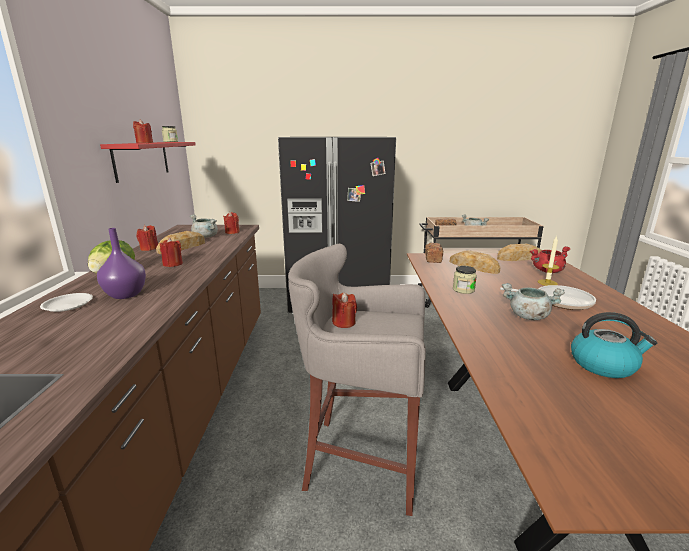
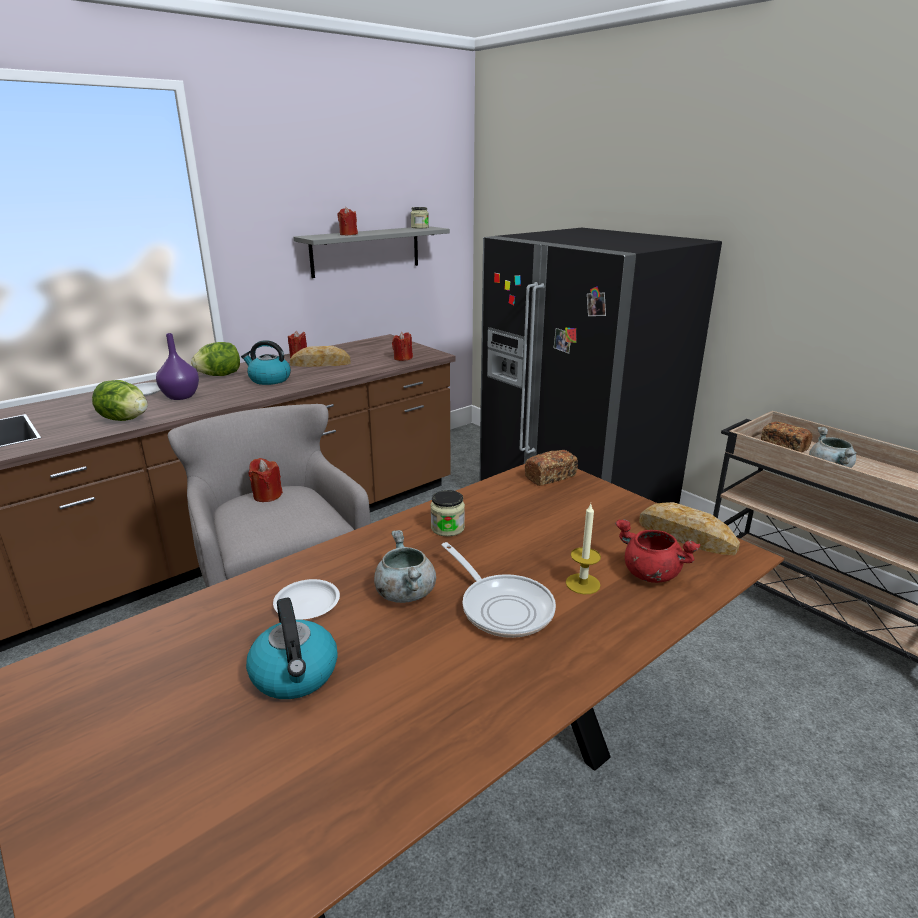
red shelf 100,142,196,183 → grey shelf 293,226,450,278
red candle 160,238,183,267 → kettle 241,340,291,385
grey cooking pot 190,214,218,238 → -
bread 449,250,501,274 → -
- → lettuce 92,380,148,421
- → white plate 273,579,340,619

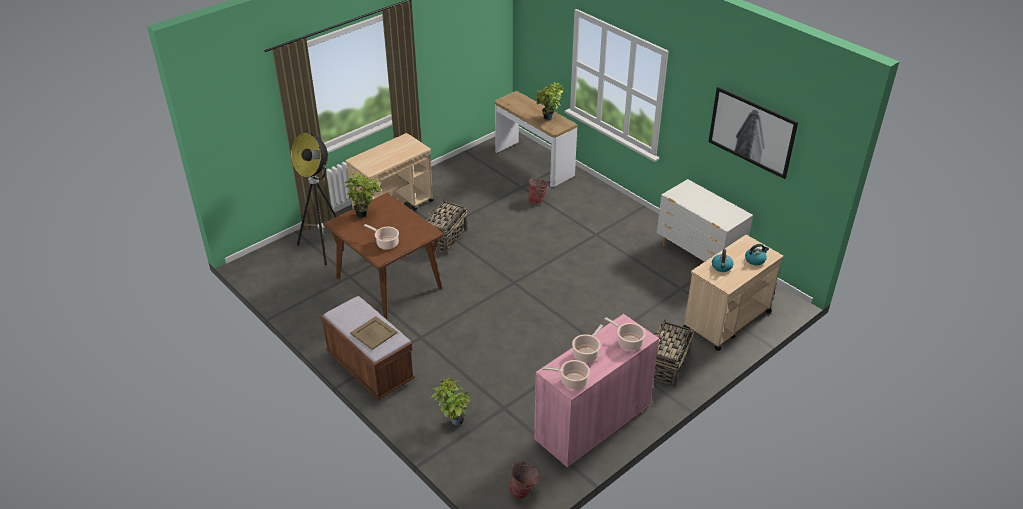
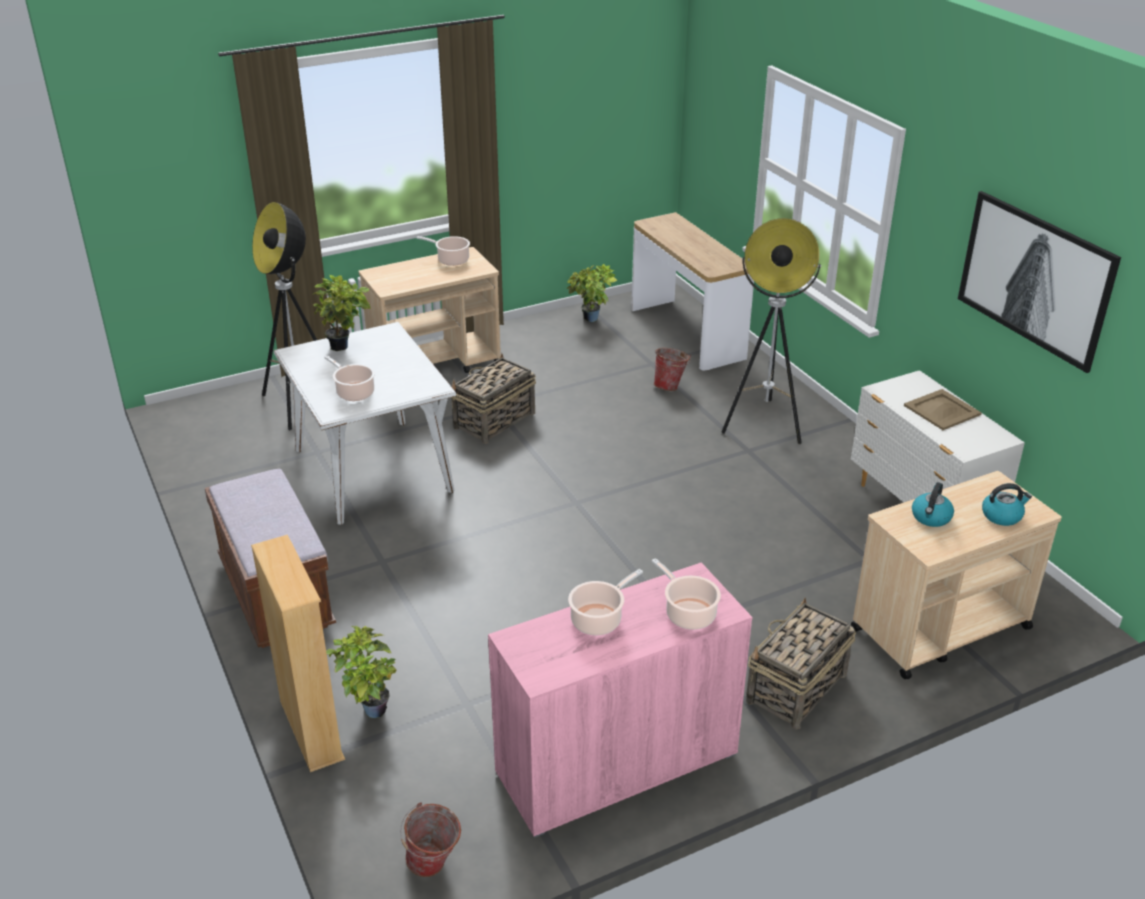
brown dining table 323,192,444,320 → white dining table 274,322,456,525
beige tray 350,316,398,350 → beige tray 904,389,982,430, shifted
potted plant 535,82,564,120 → potted plant 567,264,617,322, shifted
cooking pot 542,360,590,389 → cooking pot 417,236,470,266, shifted
- → beige bookcase 251,535,345,772
- → floor lamp 722,218,821,444

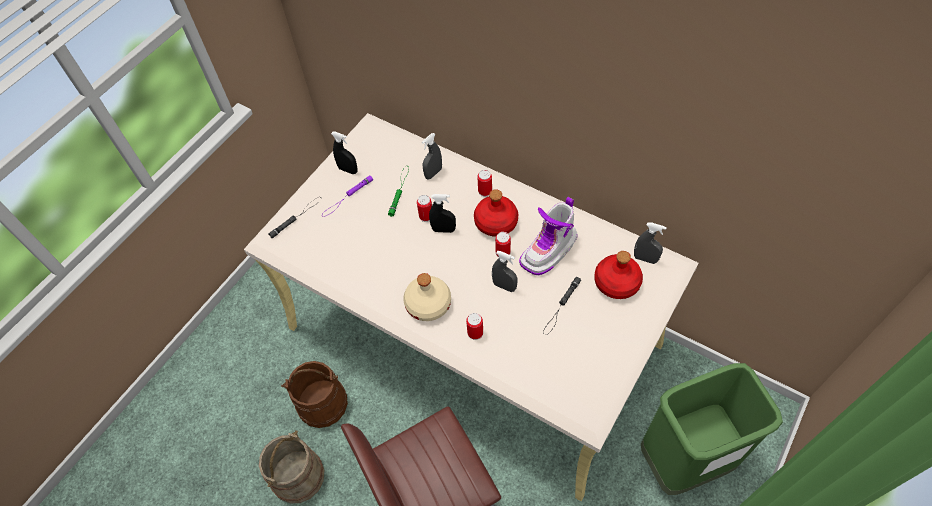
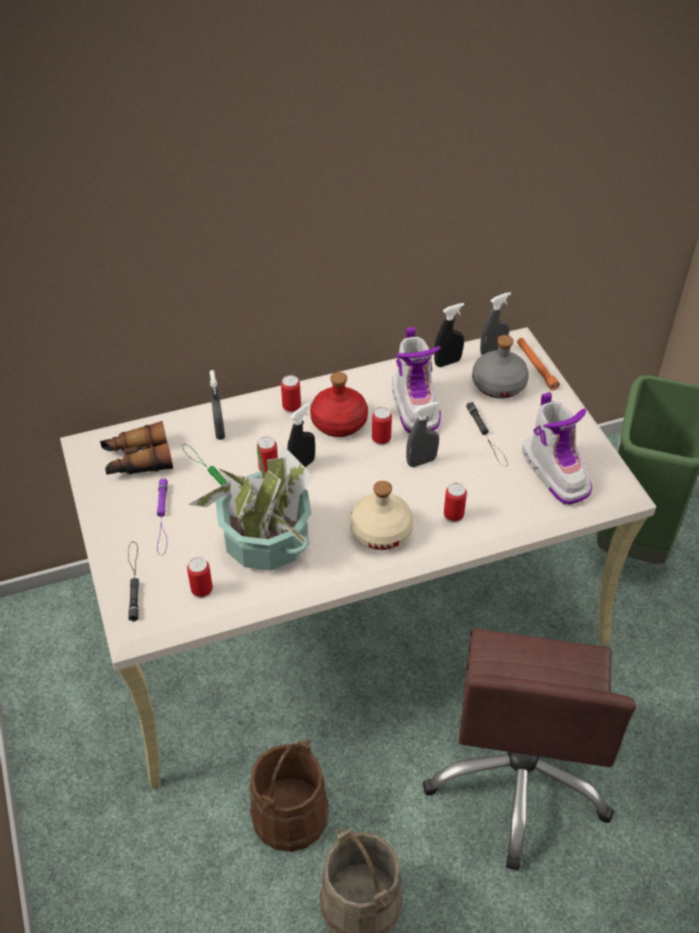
black spray bottle 331,131,358,174 → black spray bottle 434,303,464,367, shifted
red bottle 594,251,643,299 → grey bottle 472,335,529,399
- → binoculars 100,421,173,475
- → can 187,557,213,599
- → potted plant 188,441,314,570
- → orange flashlight 517,338,560,390
- → boot 522,392,592,505

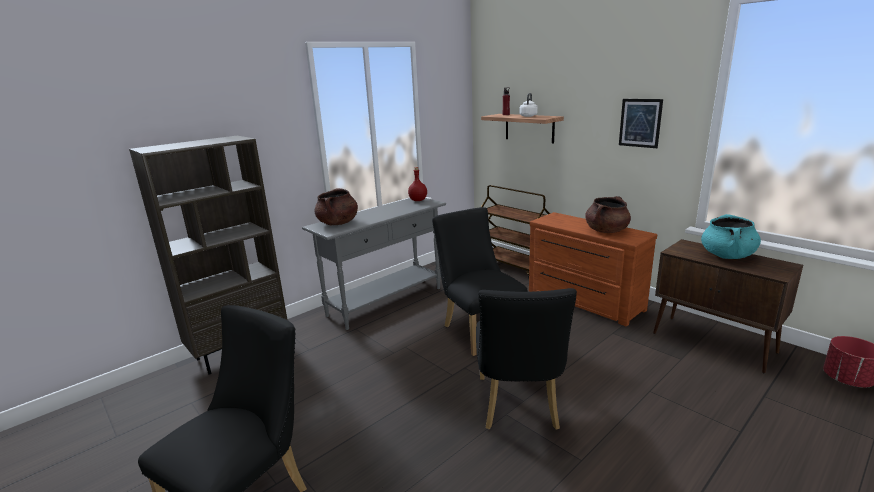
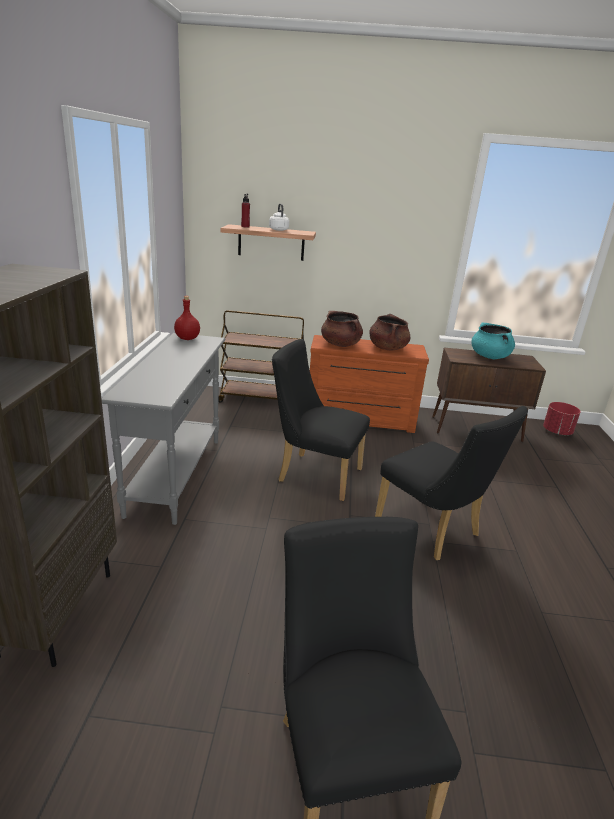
brown cooking pot 315,188,358,226 → brown cooking pot 321,311,363,347, shifted
picture 619,99,663,148 → -

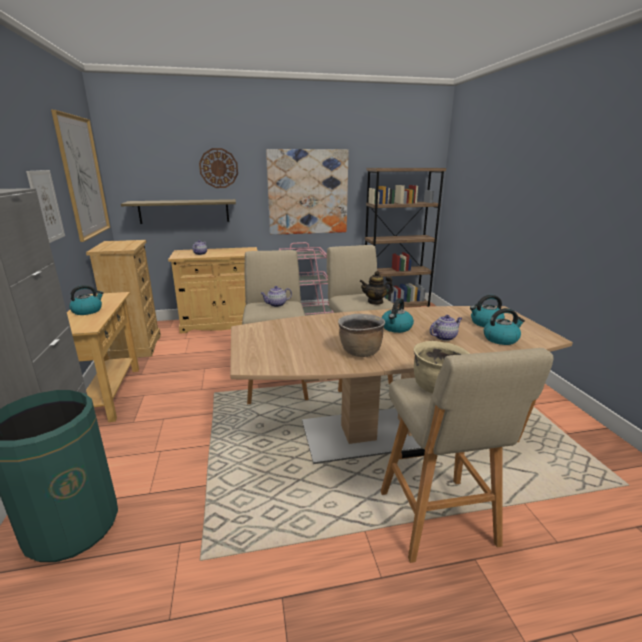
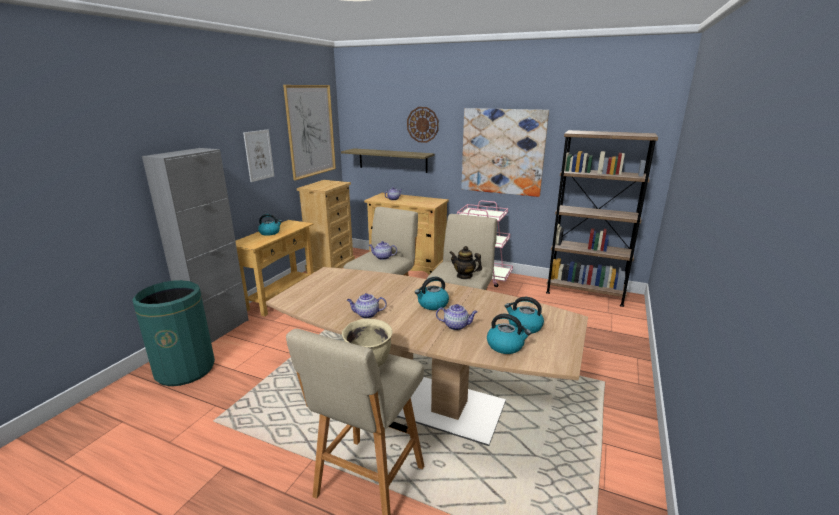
brown cooking pot 338,314,385,357 → teapot 347,293,387,319

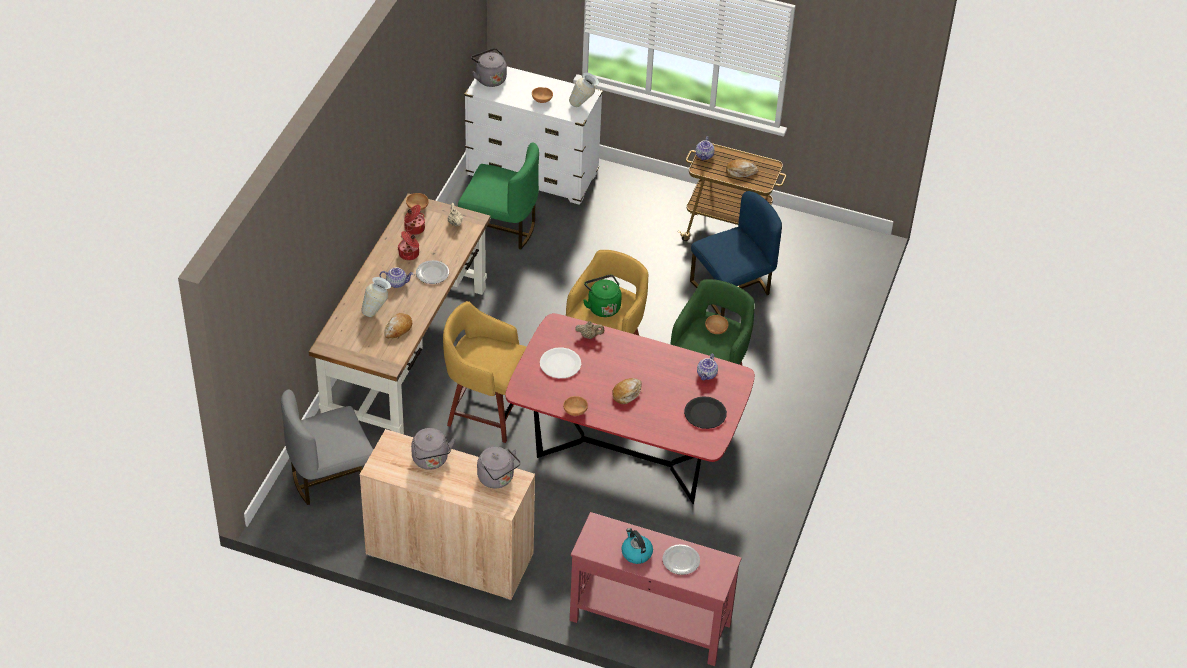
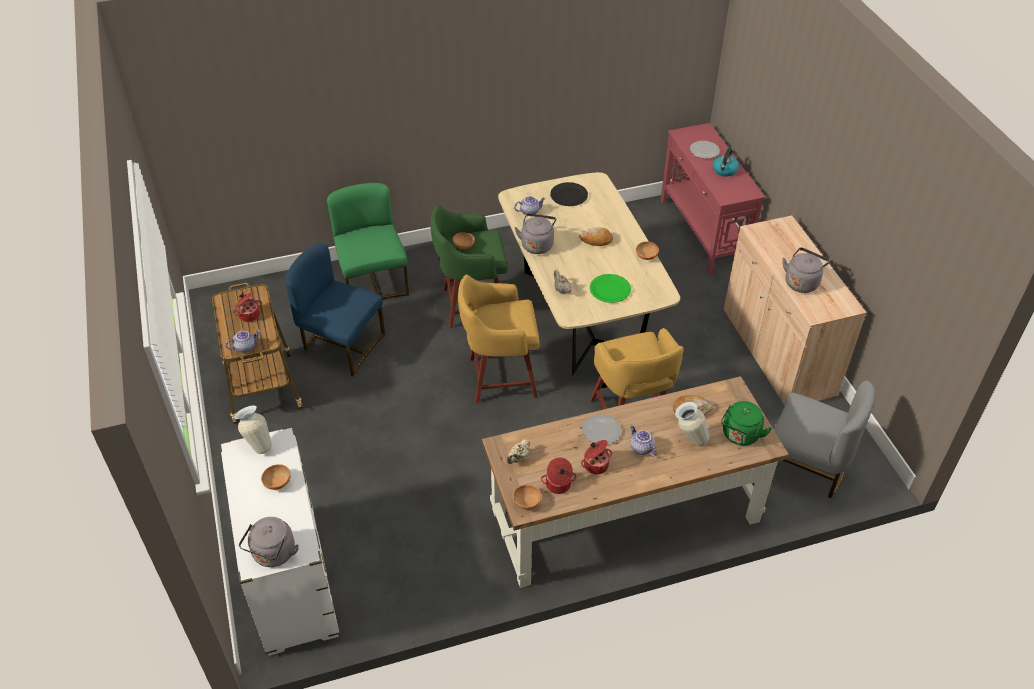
green chair 458,142,539,249 → green chair 327,183,409,300, shifted
grey kettle 477,447,521,488 → grey kettle 514,213,556,254, shifted
red dining table 505,313,755,504 → beige dining table 498,172,680,375
white plate 540,347,581,378 → green plate 590,274,631,303
green kettle 583,275,622,317 → green kettle 721,401,772,446, shifted
bread 726,159,759,177 → cooking pot 233,291,262,322

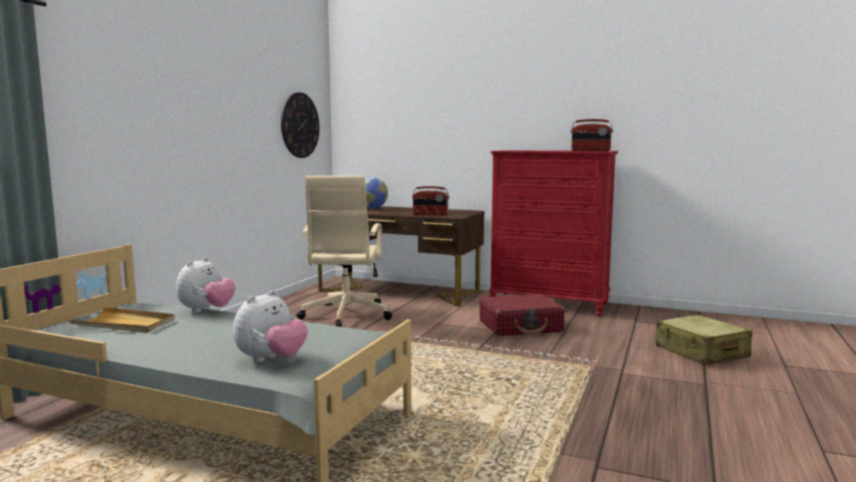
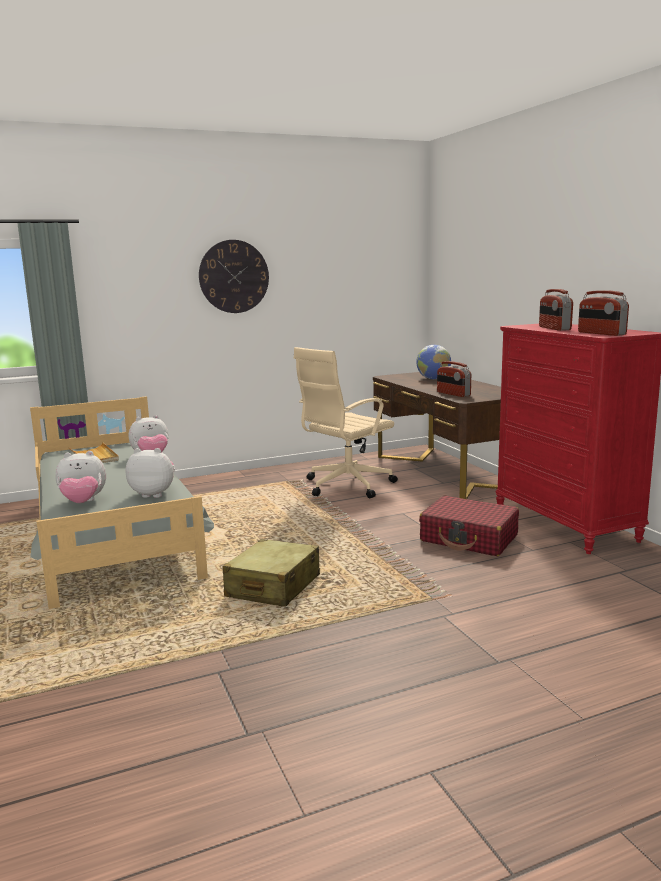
wall clock 281,92,320,158 → wall clock 199,240,269,313, shifted
beige suitcase 656,314,752,365 → beige suitcase 222,539,320,607, shifted
- → plush toy 126,448,175,498
- → radio 539,289,573,331

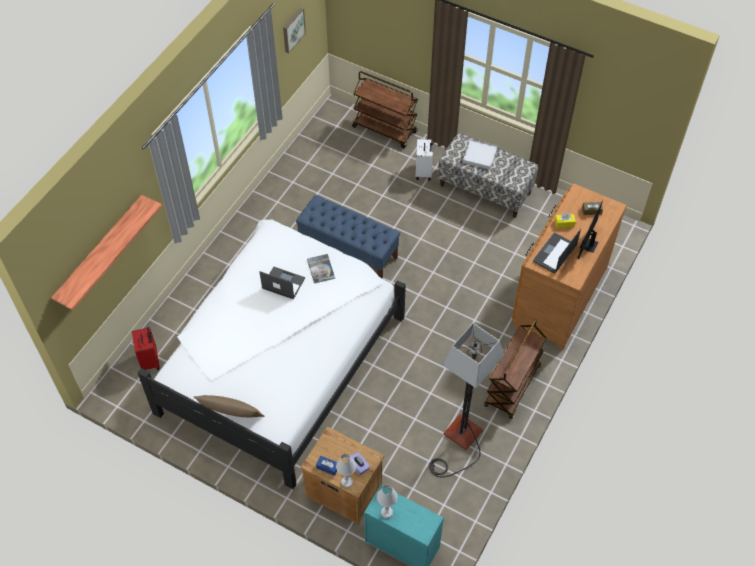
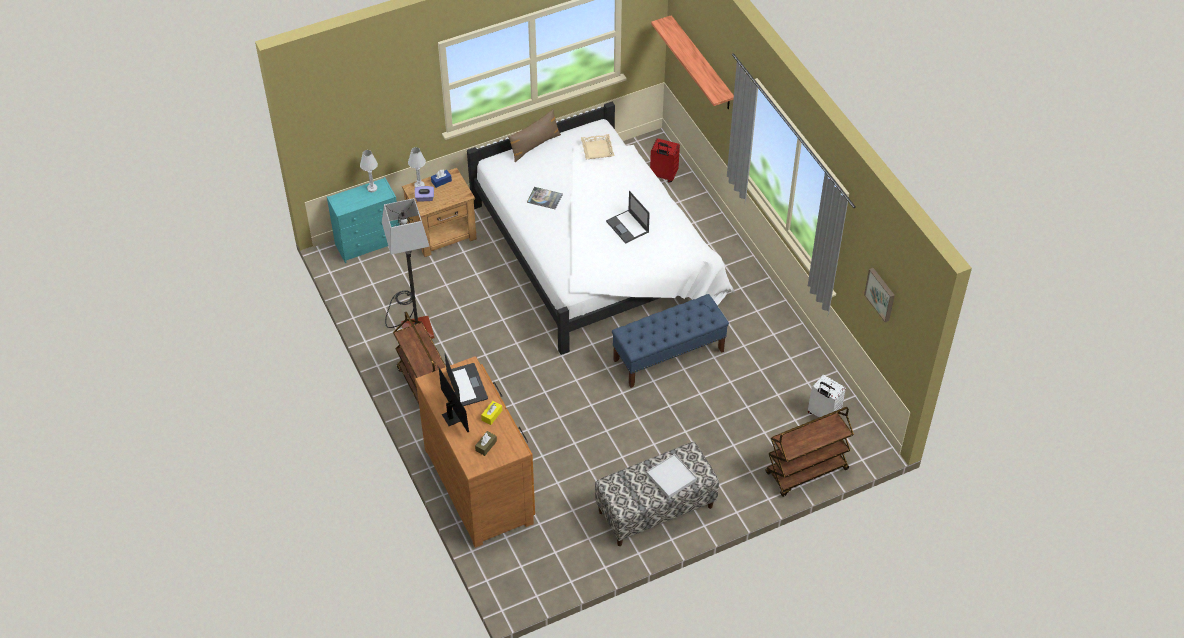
laptop 259,267,305,299 → laptop 606,191,650,244, 90 degrees clockwise
book 307,254,335,283 → book 527,187,563,209, shifted
white suitcase 416,137,433,181 → white suitcase 808,375,846,417, shifted
- → beige tray 581,134,614,159

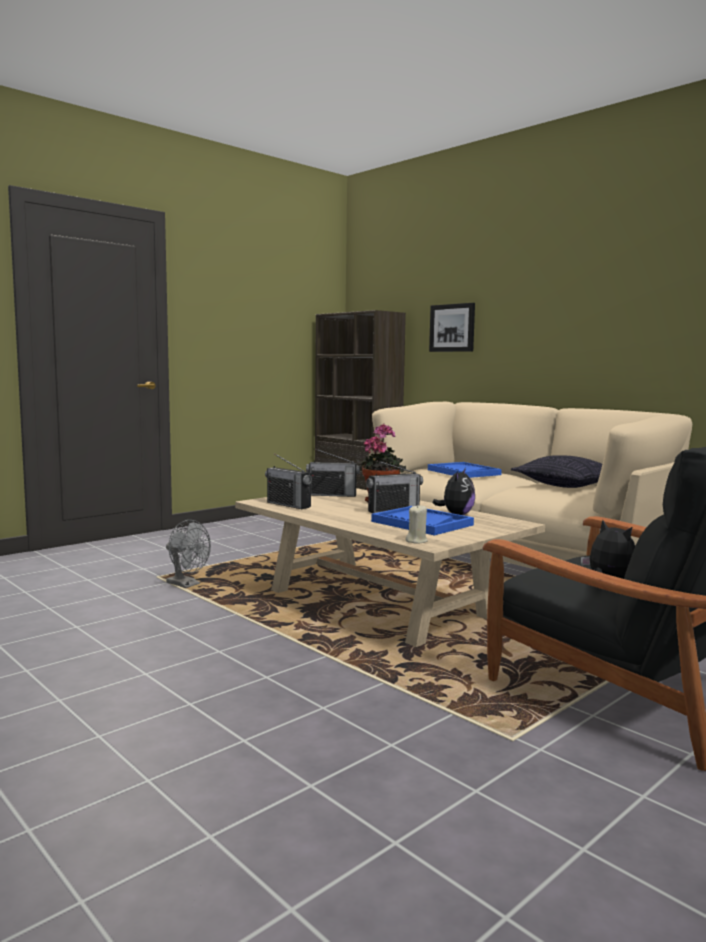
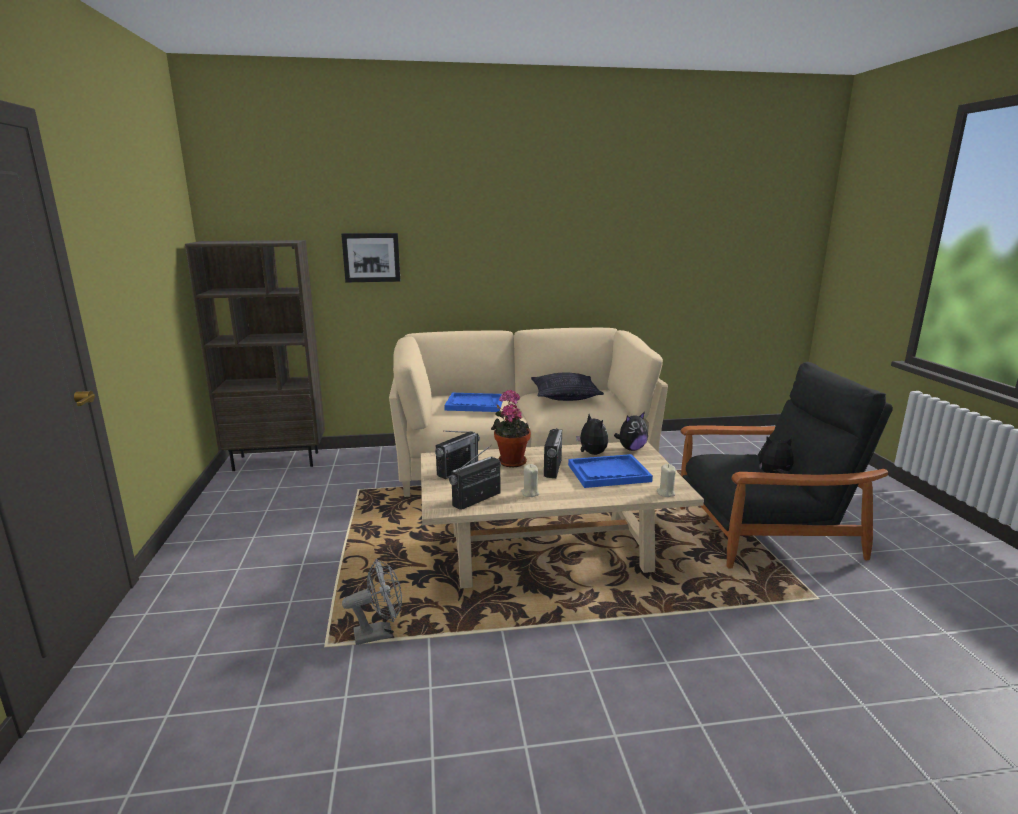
radio 265,453,312,509 → radio 449,445,501,510, 150 degrees clockwise
- → beige candle 521,464,539,497
- → plush toy 614,412,648,451

